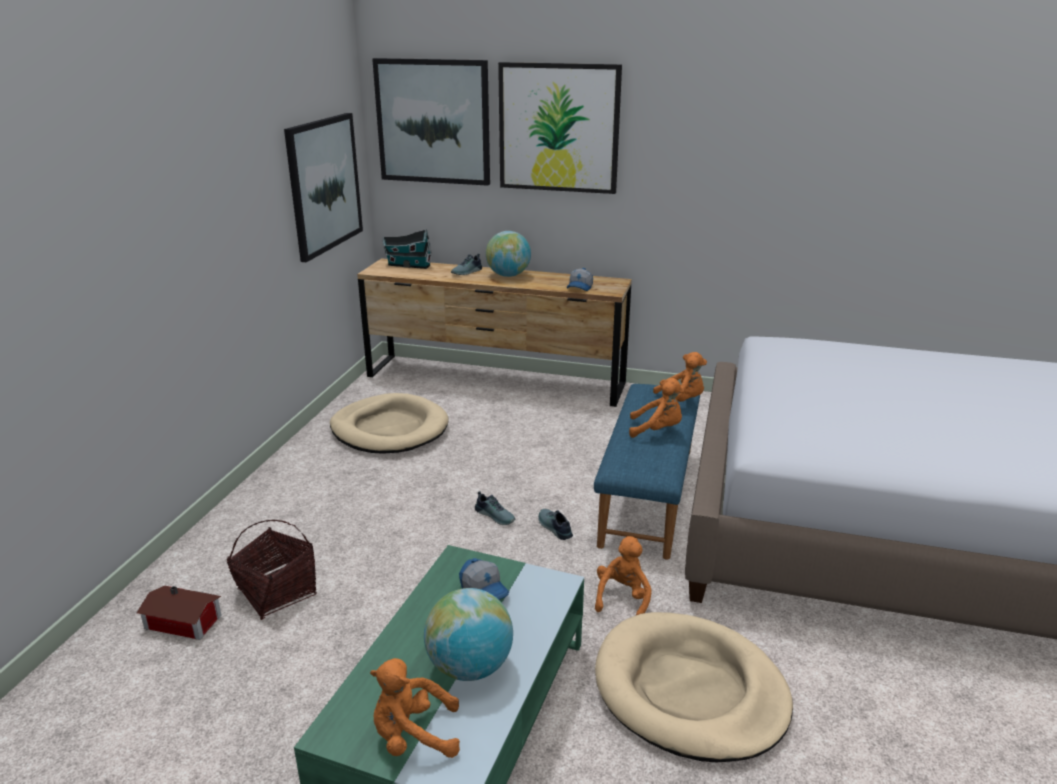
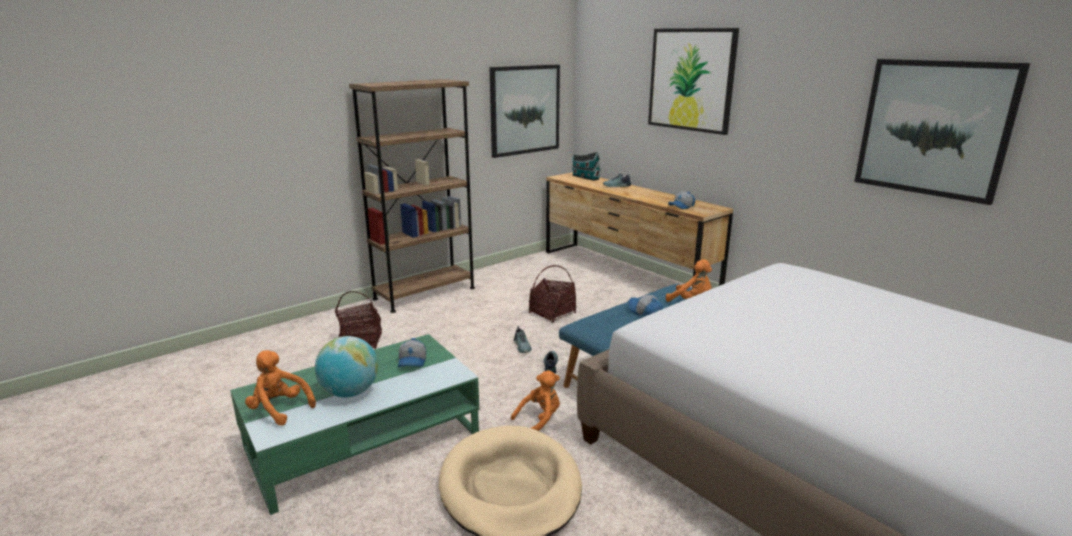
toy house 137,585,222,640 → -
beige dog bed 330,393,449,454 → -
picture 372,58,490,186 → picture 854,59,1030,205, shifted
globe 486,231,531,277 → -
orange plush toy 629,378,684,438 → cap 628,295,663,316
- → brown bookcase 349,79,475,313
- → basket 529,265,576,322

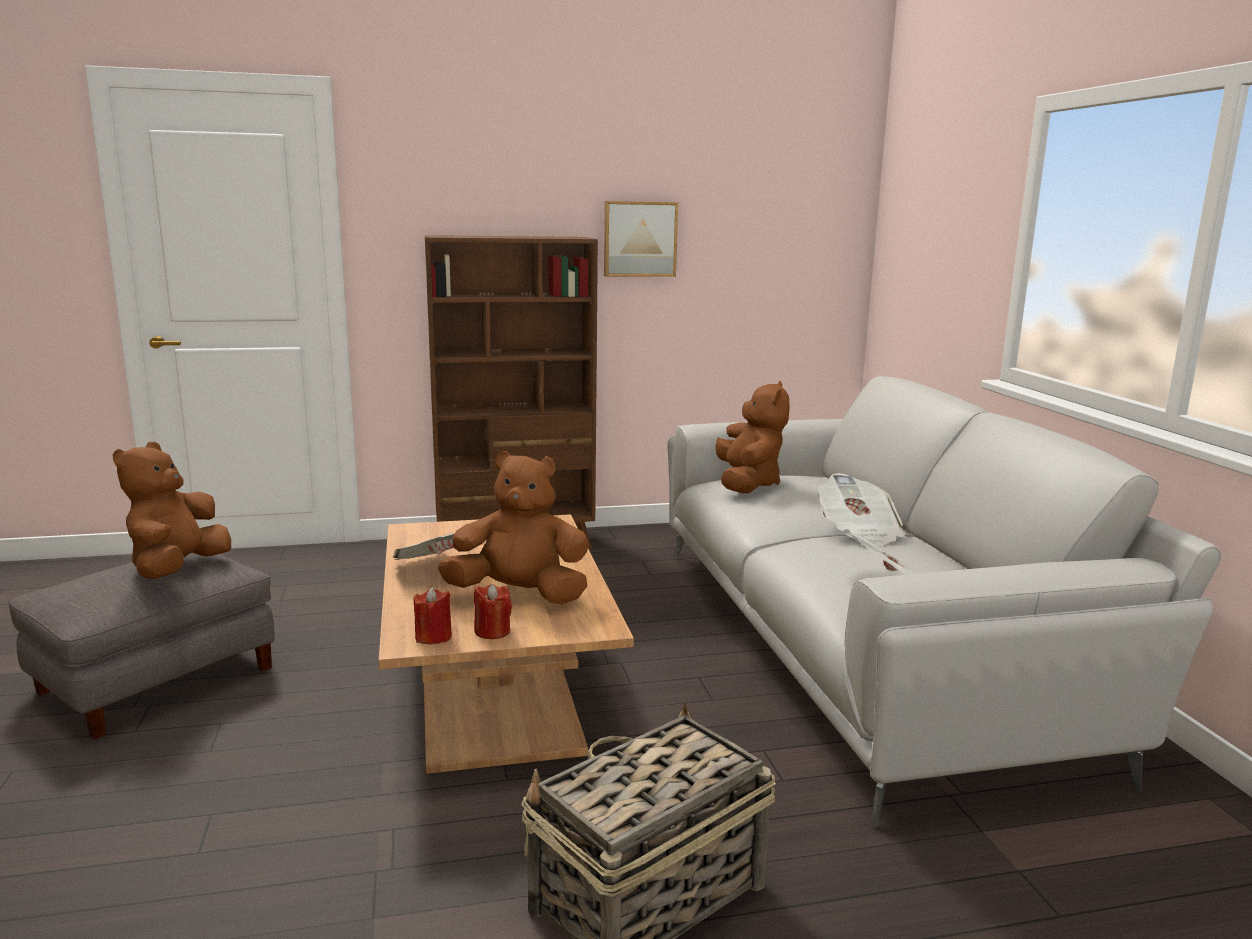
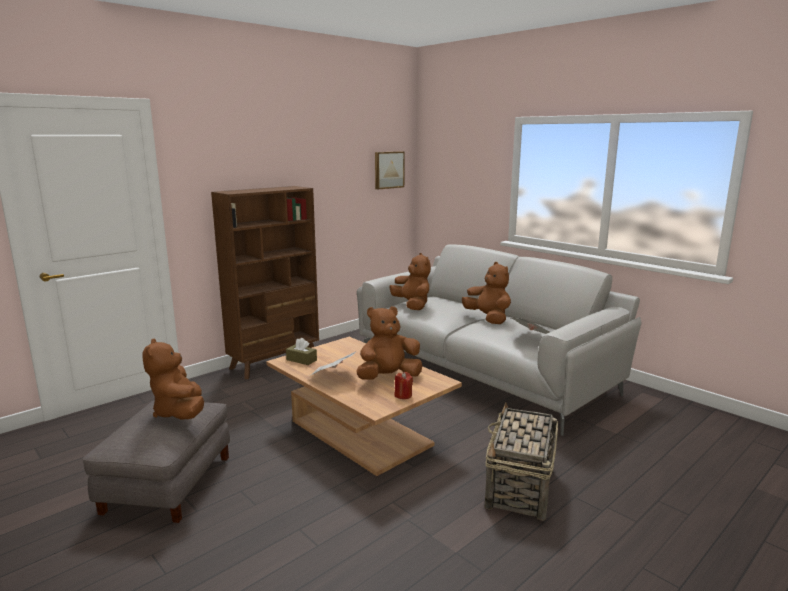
red candle 414,587,452,644 → -
picture 604,201,678,277 → picture 375,151,405,189, shifted
newspaper 818,473,906,549 → brown plush toy 462,262,511,324
- → brown tissue box 286,338,317,365

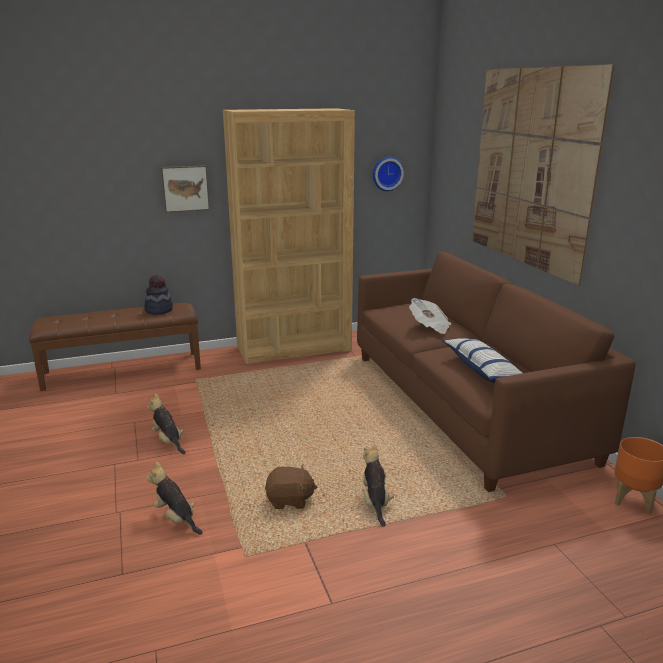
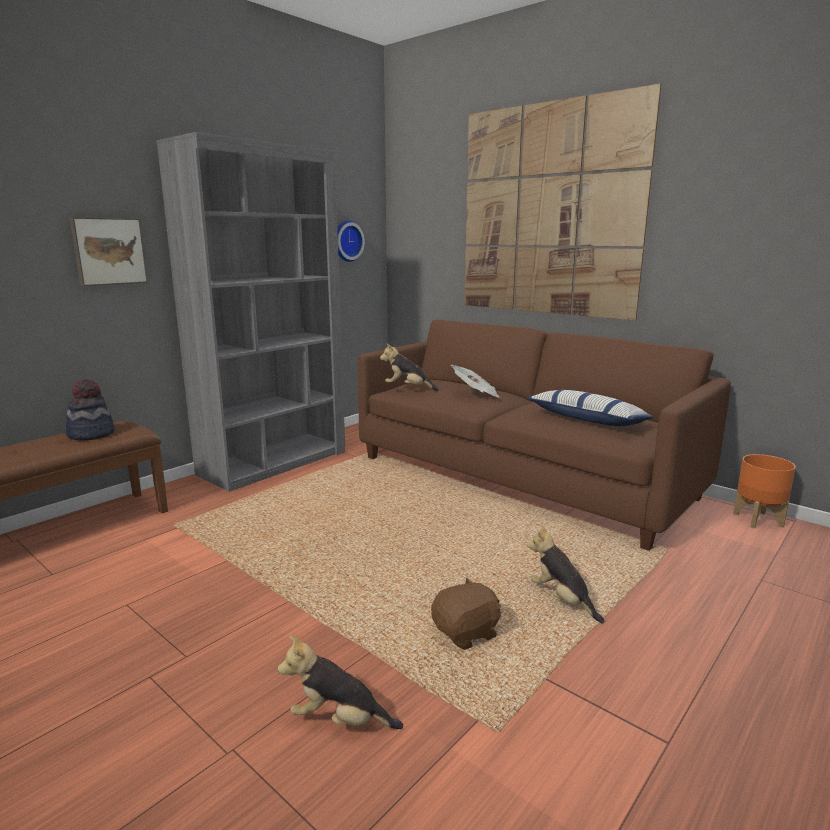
plush toy 147,393,186,454 → plush toy 380,343,439,391, shifted
brown bookcase 223,108,355,364 → grey bookcase 157,132,345,492

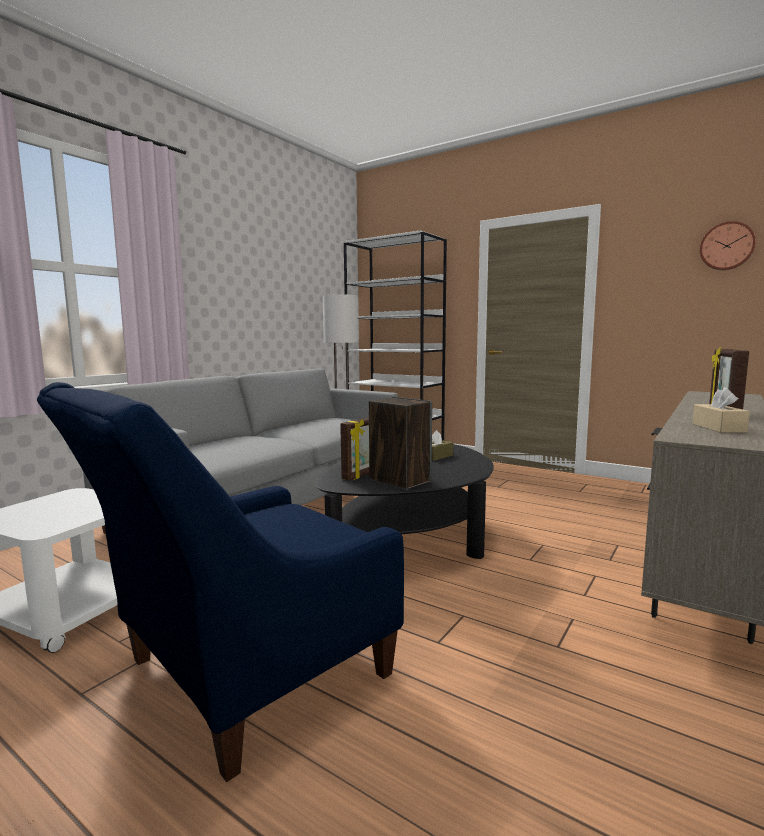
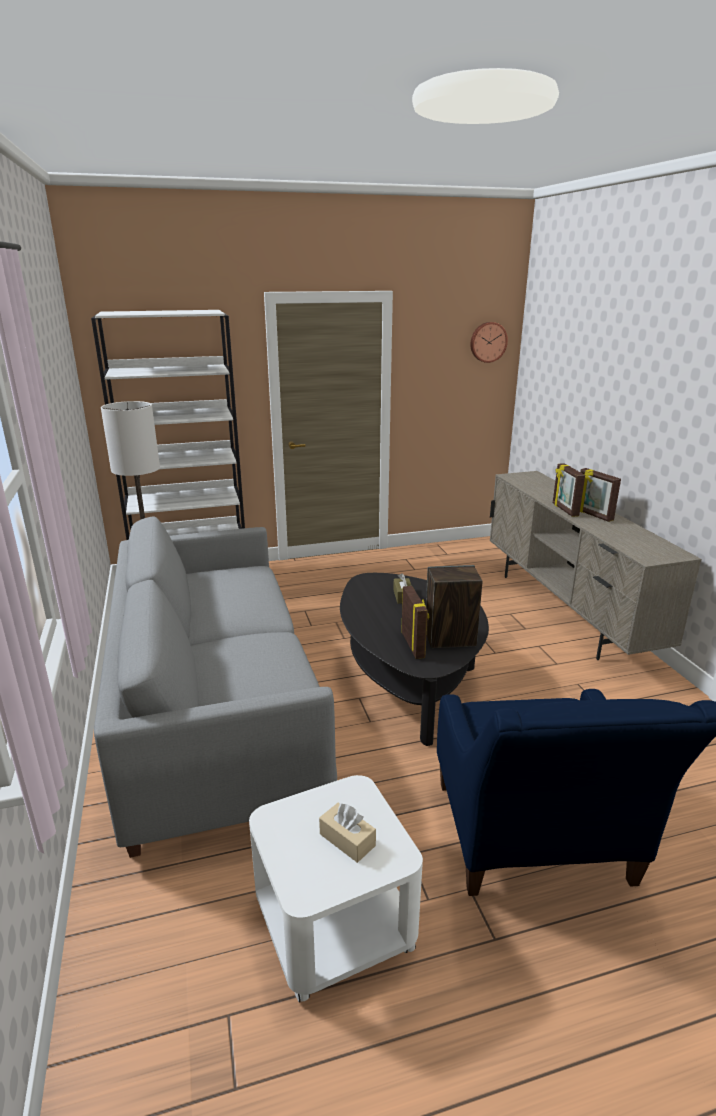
beige tissue box 692,387,750,433 → beige tissue box 319,803,376,863, shifted
- → picture frame 553,463,585,517

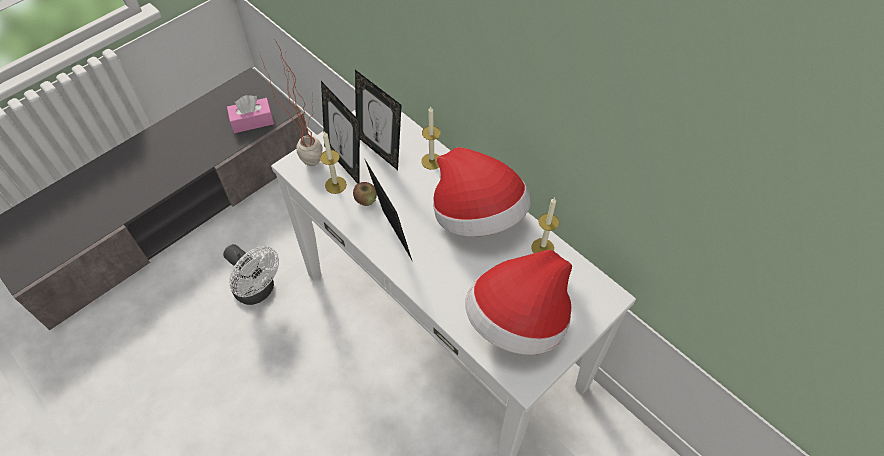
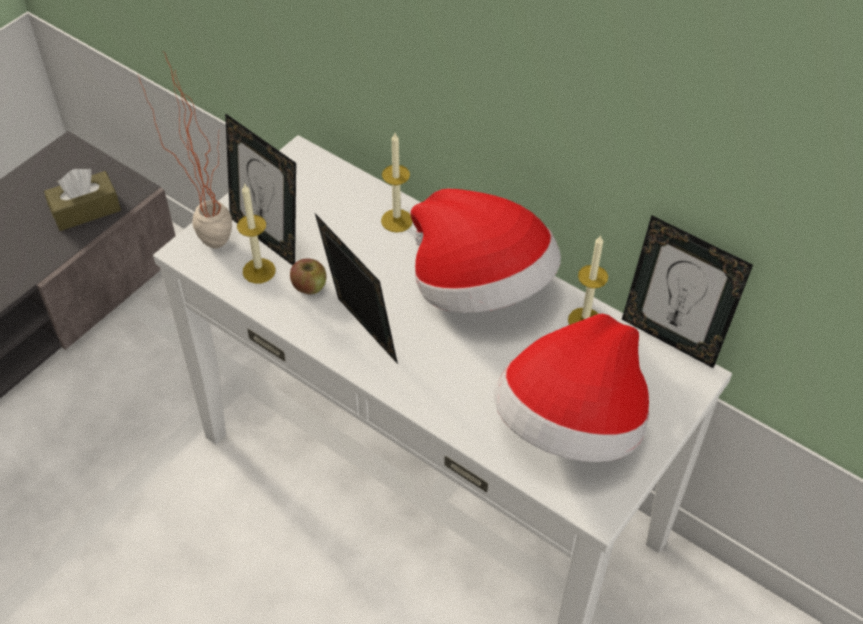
white fan 223,244,279,305 → -
pink tissue box 227,95,274,133 → brown tissue box 44,168,121,231
picture frame 355,70,402,170 → picture frame 622,215,753,368, shifted

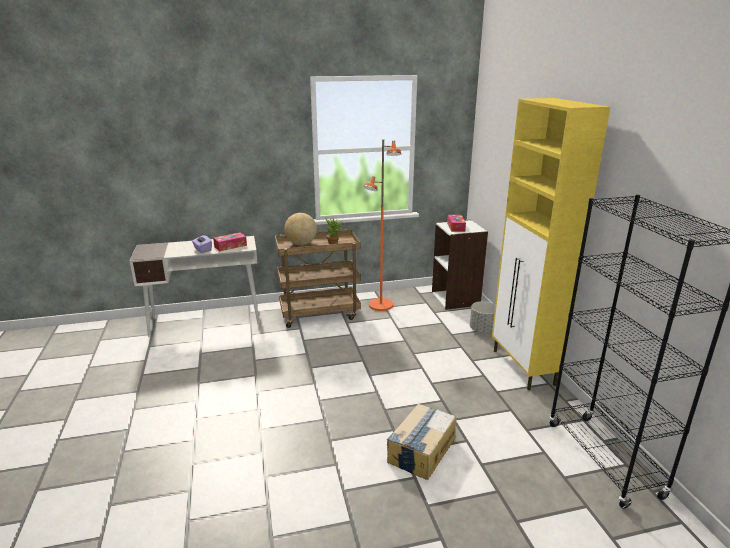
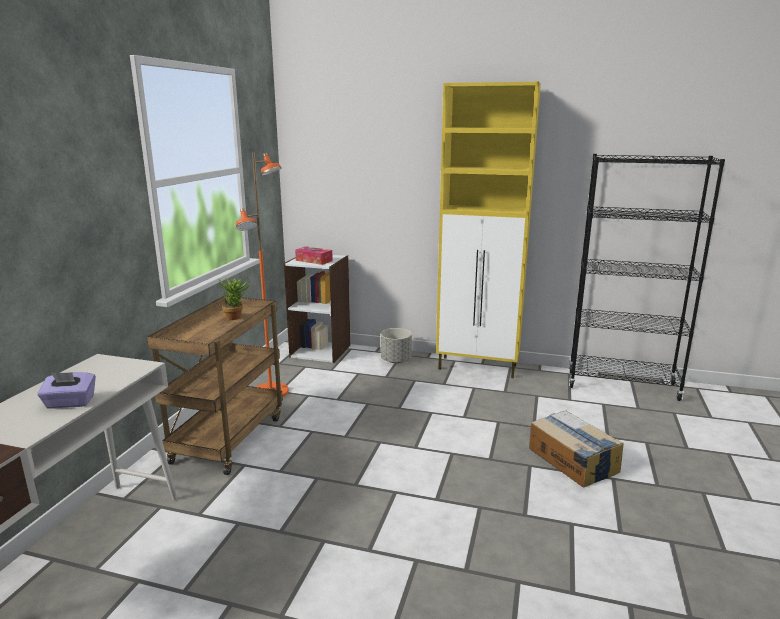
tissue box 213,233,247,251 → -
globe 284,213,317,245 → -

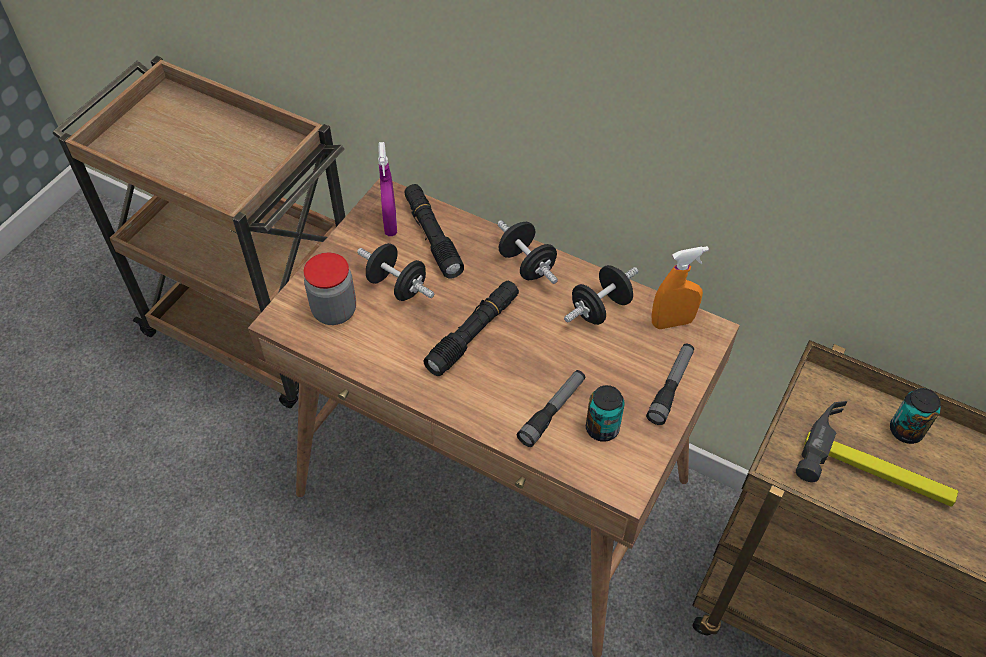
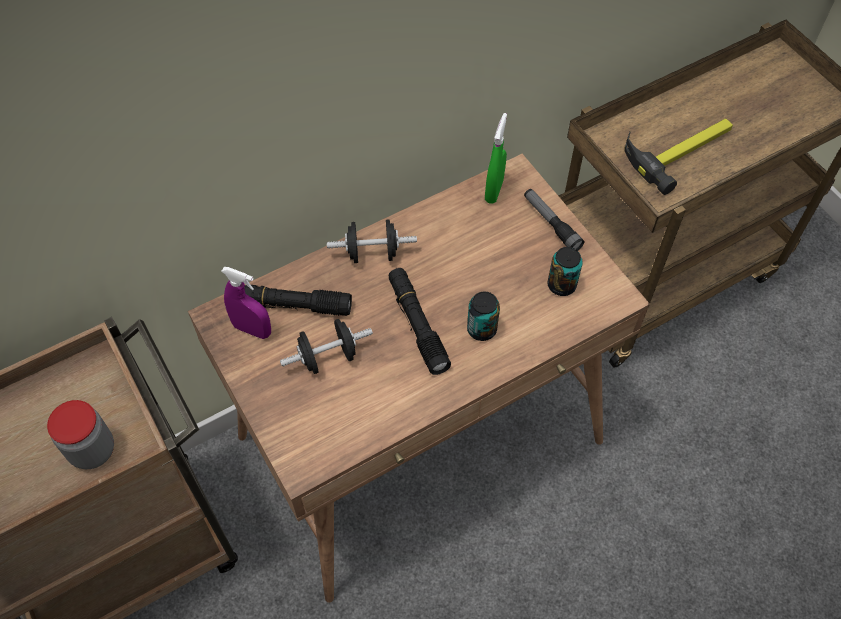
jar 304,253,356,325 → jar 47,400,114,469, shifted
flashlight 517,370,585,447 → -
black dumbbell 564,265,638,325 → -
orange spray bottle 651,246,709,329 → green spray bottle 485,113,507,204
can 890,388,941,444 → can 467,292,500,341, shifted

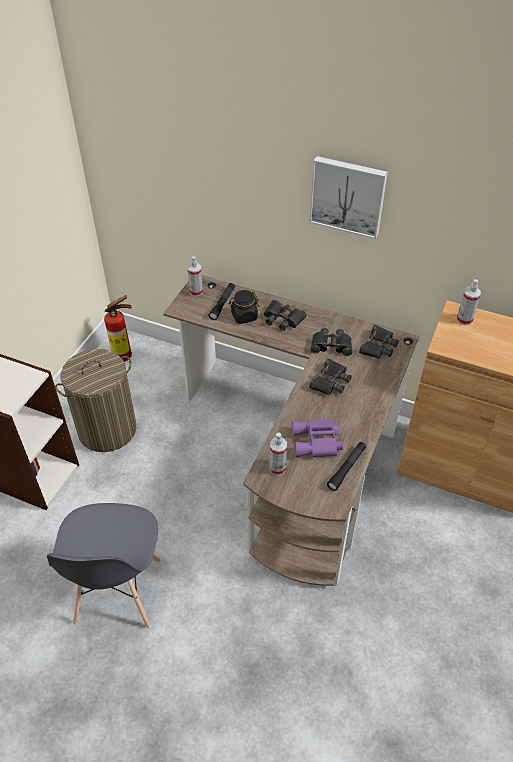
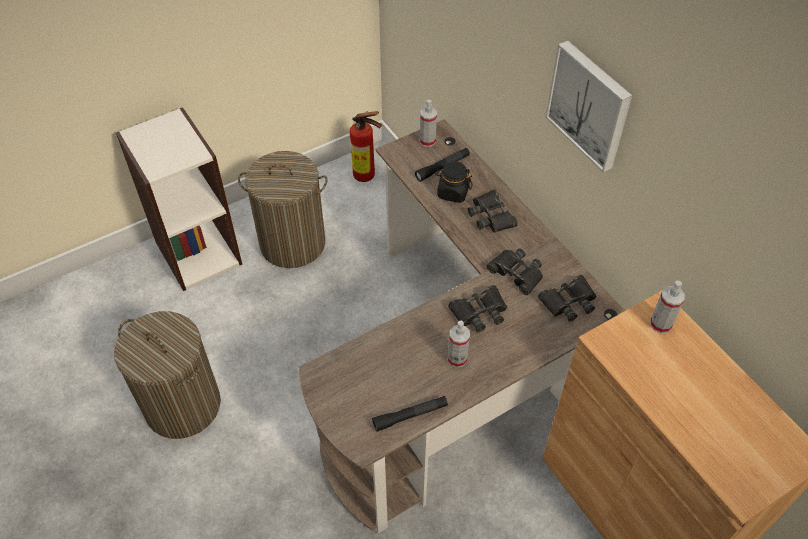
grey chair 47,503,161,629 → laundry basket 114,311,221,439
spray bottle 269,433,287,475 → spray bottle 448,321,470,368, shifted
purple binoculars 292,419,343,458 → -

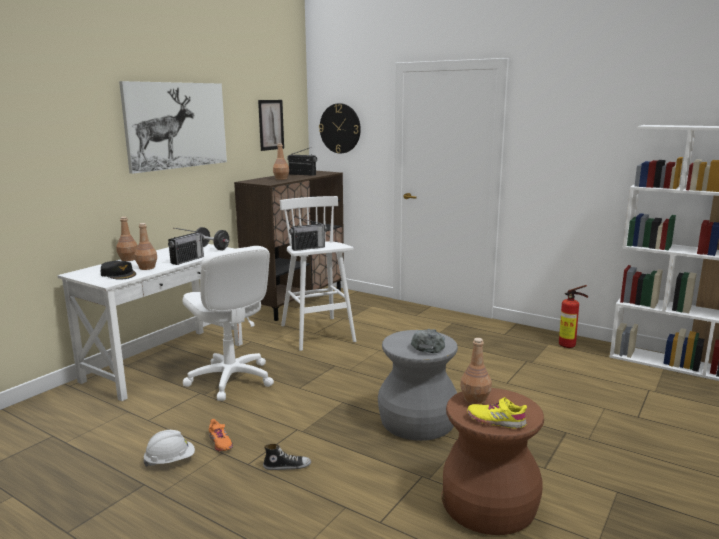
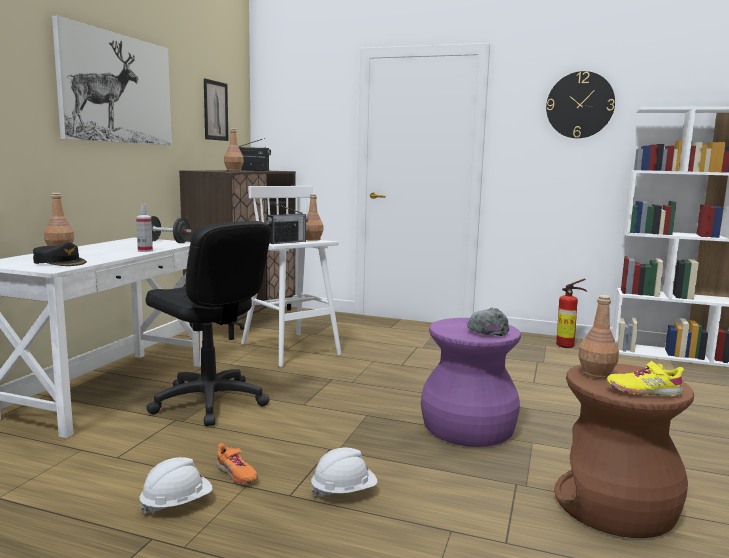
brown bottle 135,223,157,270 → brown bottle 306,194,323,241, shifted
radio 168,228,204,265 → spray bottle 136,204,153,252
white office chair 182,246,274,401 → black office chair 146,221,271,426
shoe 263,444,311,470 → white hard hat 310,447,378,497
wall clock 319,103,361,153 → wall clock 546,71,615,138, shifted
grey stool 378,330,458,441 → purple stool 421,318,521,447

